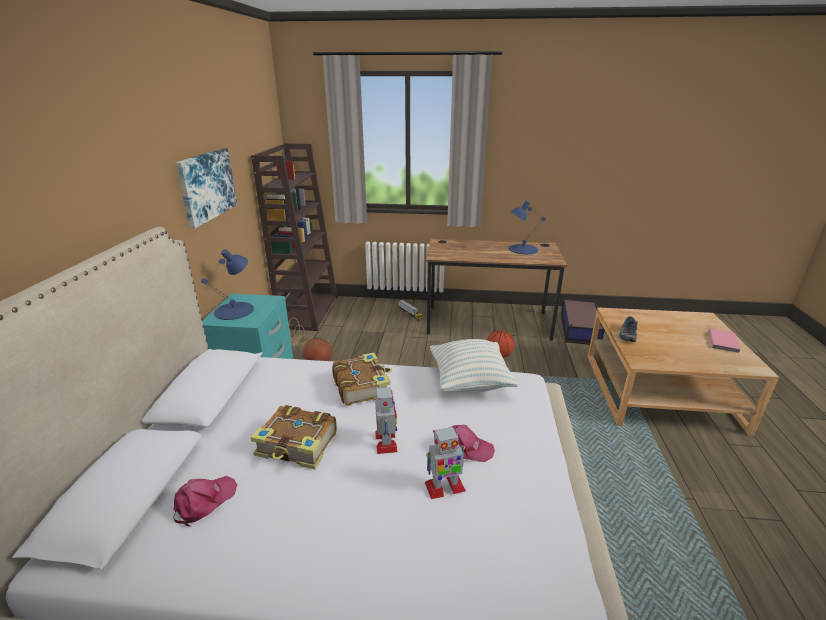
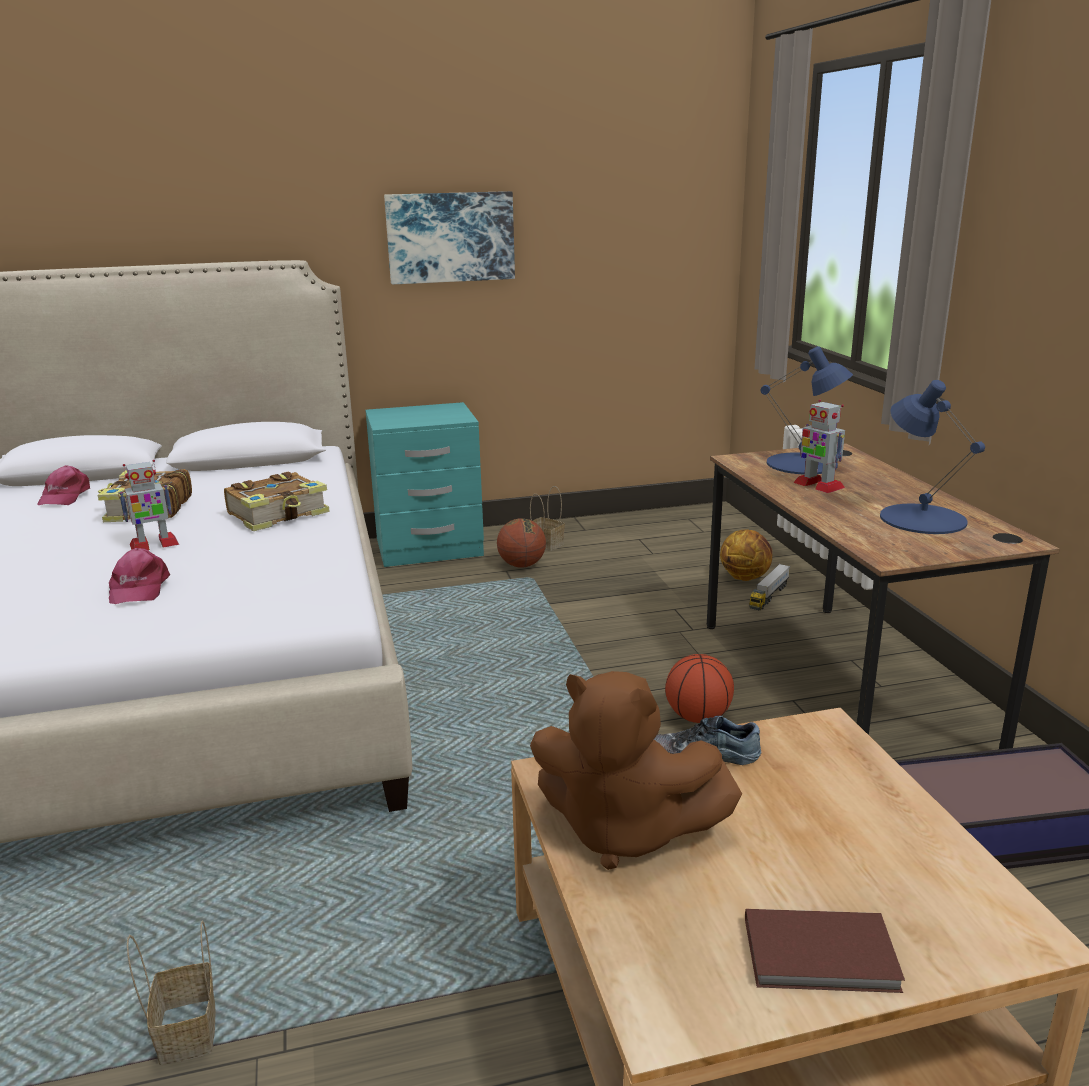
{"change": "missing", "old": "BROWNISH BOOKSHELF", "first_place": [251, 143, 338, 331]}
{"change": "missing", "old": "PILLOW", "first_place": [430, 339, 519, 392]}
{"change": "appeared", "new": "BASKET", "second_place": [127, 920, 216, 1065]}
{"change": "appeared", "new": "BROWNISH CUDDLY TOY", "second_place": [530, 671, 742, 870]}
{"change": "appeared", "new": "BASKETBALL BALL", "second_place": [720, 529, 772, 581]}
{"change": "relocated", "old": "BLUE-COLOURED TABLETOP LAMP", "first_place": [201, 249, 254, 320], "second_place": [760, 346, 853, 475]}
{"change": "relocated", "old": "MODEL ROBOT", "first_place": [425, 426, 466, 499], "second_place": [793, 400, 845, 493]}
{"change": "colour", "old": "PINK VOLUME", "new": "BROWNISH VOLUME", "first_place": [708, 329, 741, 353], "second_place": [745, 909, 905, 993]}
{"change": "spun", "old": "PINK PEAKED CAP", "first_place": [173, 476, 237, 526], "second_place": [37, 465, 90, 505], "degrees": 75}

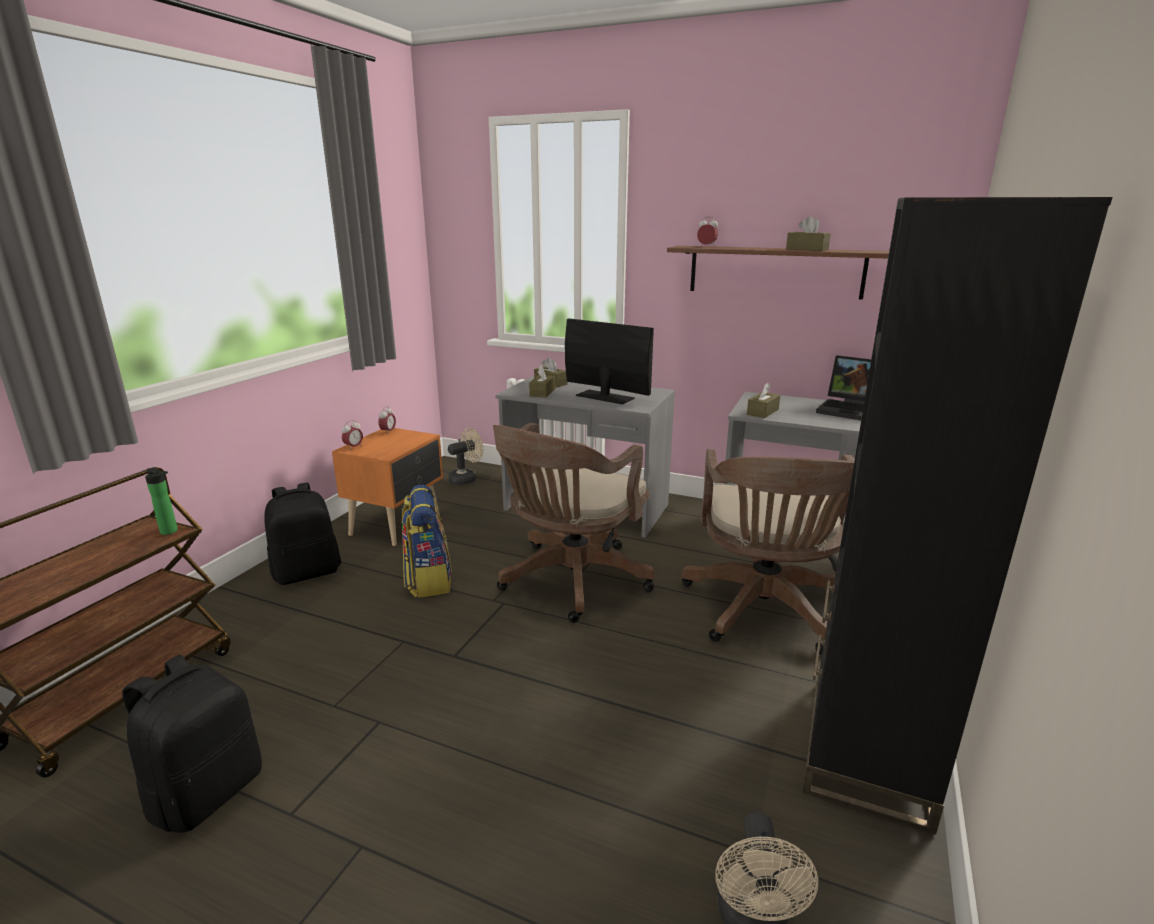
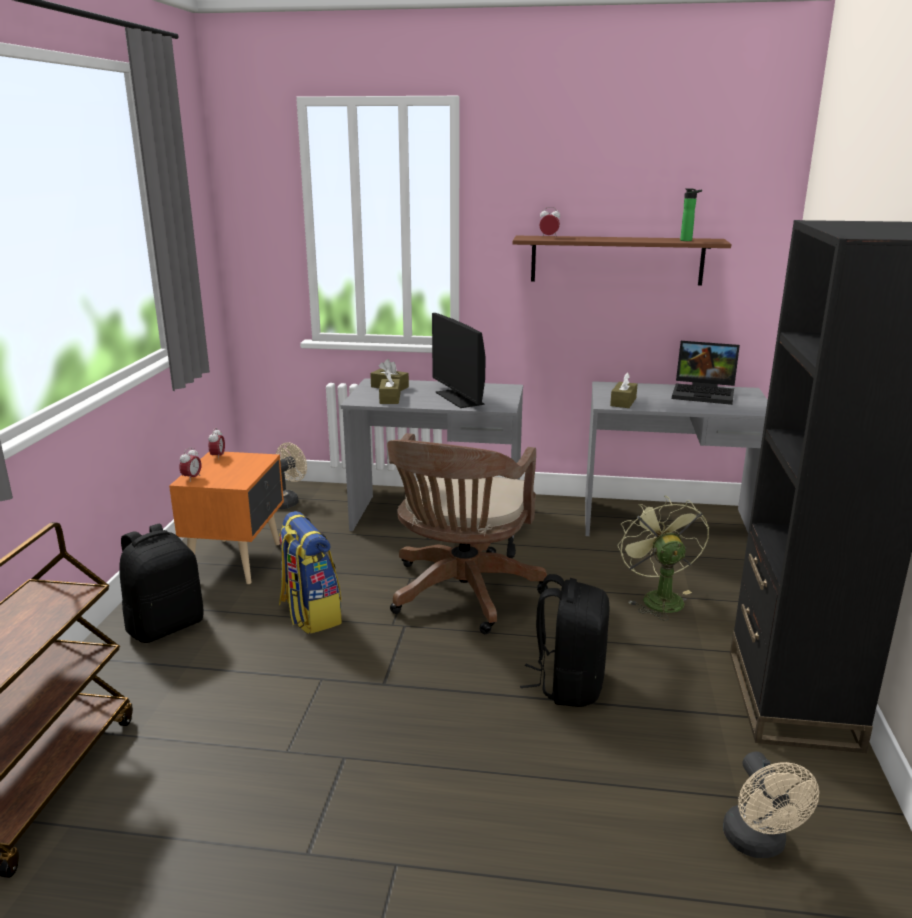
{"change": "missing", "old": "BROWNISH TISSUE BOX", "first_place": [786, 216, 831, 251]}
{"change": "relocated", "old": "BLACK-COLOURED RUCKSACK", "first_place": [122, 655, 262, 833], "second_place": [520, 574, 609, 707]}
{"change": "relocated", "old": "BEVERAGE BOTTLE", "first_place": [145, 468, 178, 535], "second_place": [680, 188, 702, 241]}
{"change": "exchanged", "old": "BROWNISH COMPUTER CHAIR", "new": "GREEN-COLOURED ELECTRIC FAN", "first_place": [681, 449, 855, 654], "second_place": [617, 496, 709, 620]}
{"change": "spun", "old": "COMPUTER DISPLAY", "first_place": [565, 318, 654, 404], "second_place": [432, 313, 486, 408], "degrees": -135}

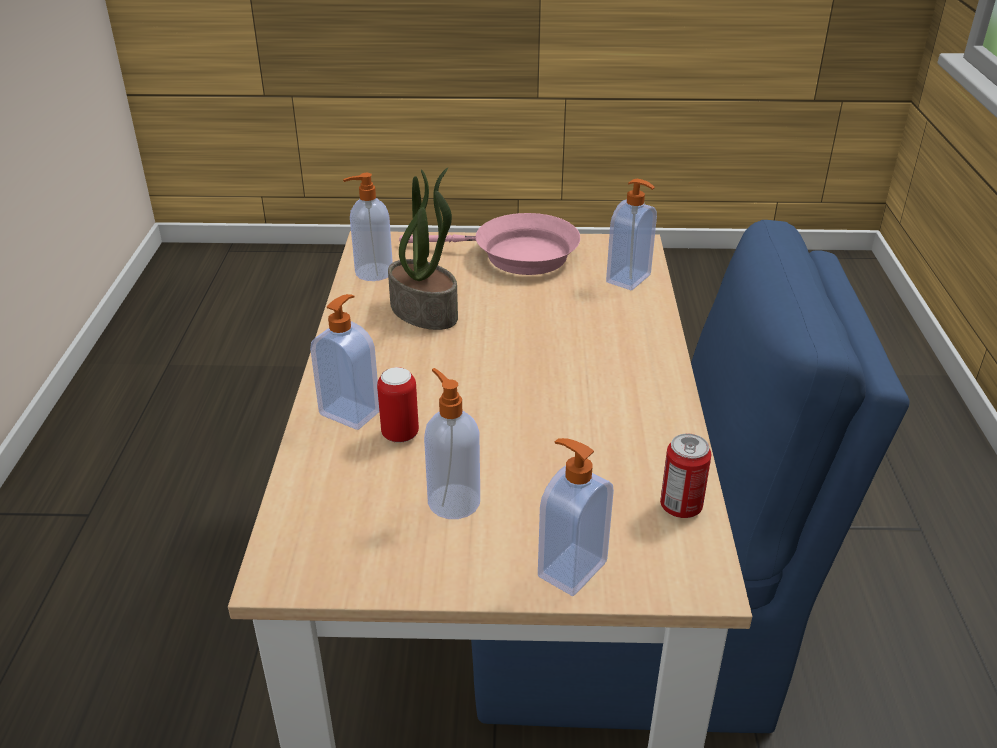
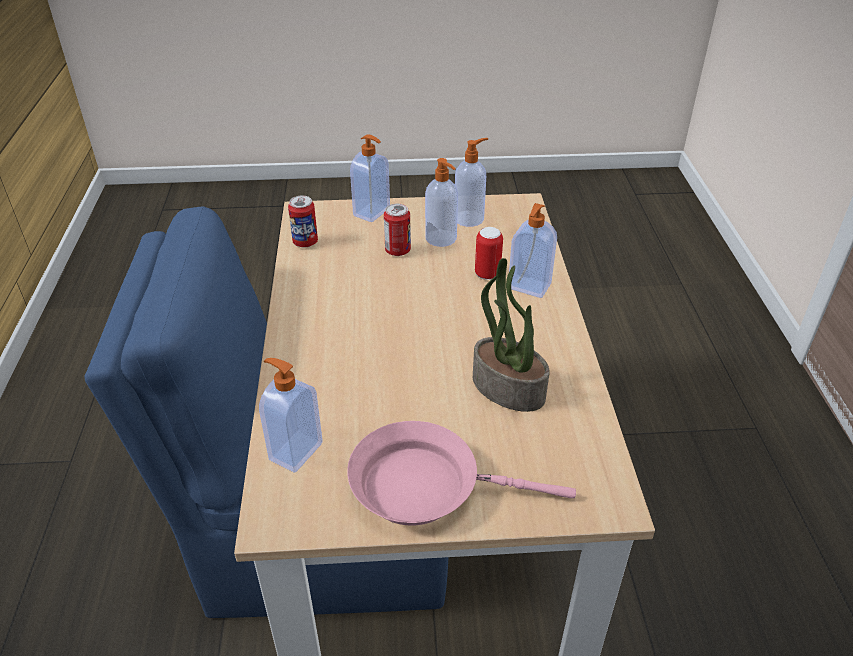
{"change": "appeared", "new": "CAN", "second_place": [384, 204, 411, 256]}
{"change": "relocated", "old": "LIQUID SOAP BOTTLE", "first_place": [343, 173, 393, 281], "second_place": [455, 138, 488, 227]}

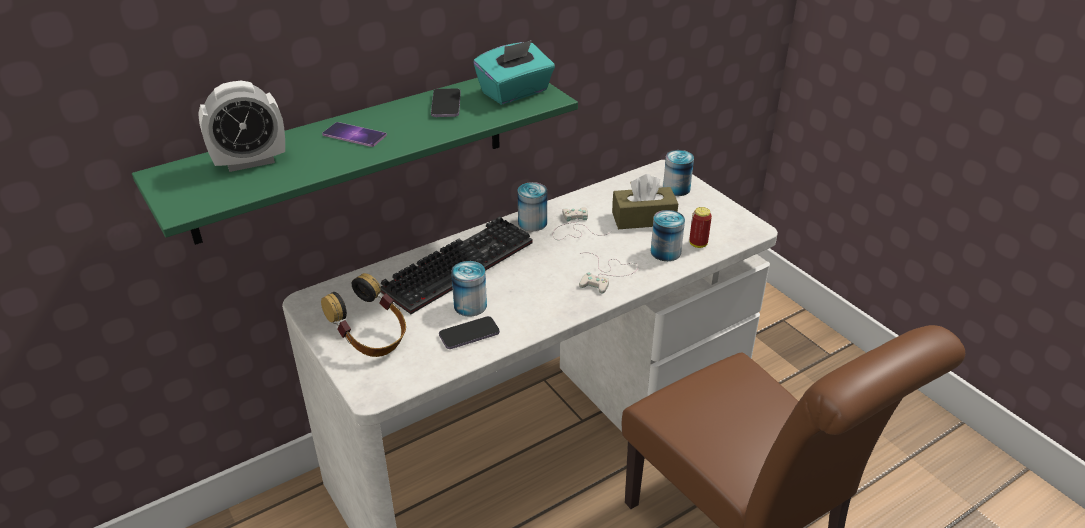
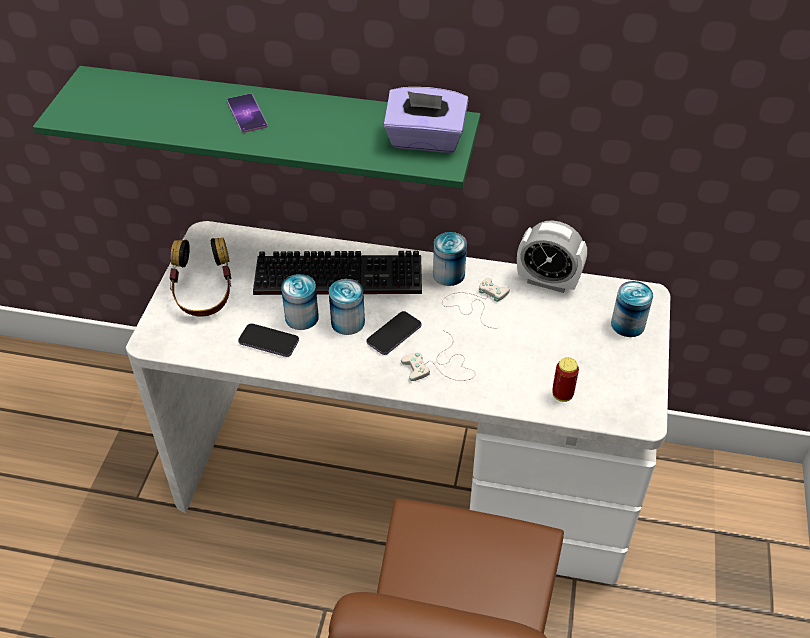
{"change": "missing", "old": "BROWNISH TISSUE BOX", "first_place": [612, 174, 678, 229]}
{"change": "relocated", "old": "TABLE CLOCK", "first_place": [198, 81, 285, 172], "second_place": [517, 220, 587, 293]}
{"change": "relocated", "old": "TELEPHONE", "first_place": [431, 88, 461, 117], "second_place": [367, 311, 422, 355]}
{"change": "relocated", "old": "CAN", "first_place": [651, 210, 685, 261], "second_place": [329, 279, 365, 335]}
{"change": "colour", "old": "TURQUOISE-COLOURED TISSUE BOX", "new": "PURPLISH TISSUE BOX", "first_place": [473, 40, 555, 105], "second_place": [384, 87, 468, 153]}

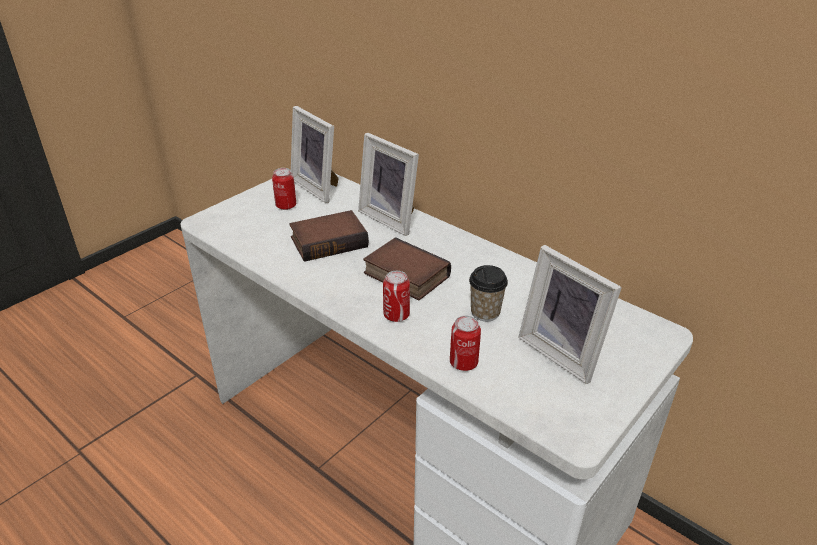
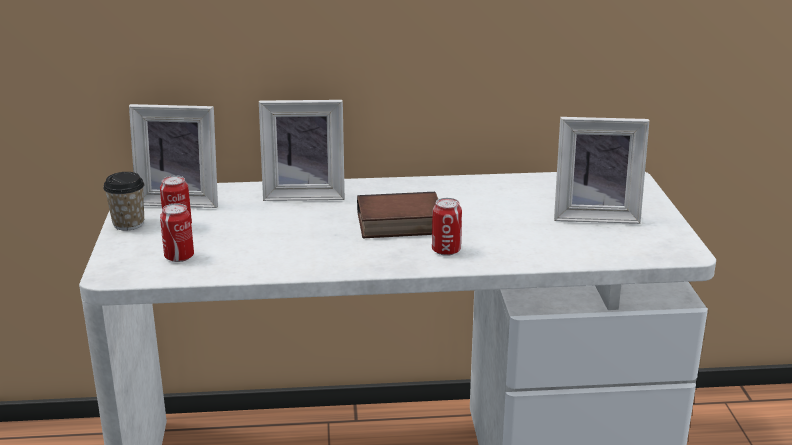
{"change": "missing", "old": "VOLUME", "first_place": [289, 210, 369, 262]}
{"change": "relocated", "old": "CAN", "first_place": [450, 316, 481, 371], "second_place": [160, 203, 194, 262]}
{"change": "relocated", "old": "SMALL CUP", "first_place": [469, 265, 508, 321], "second_place": [103, 172, 144, 231]}

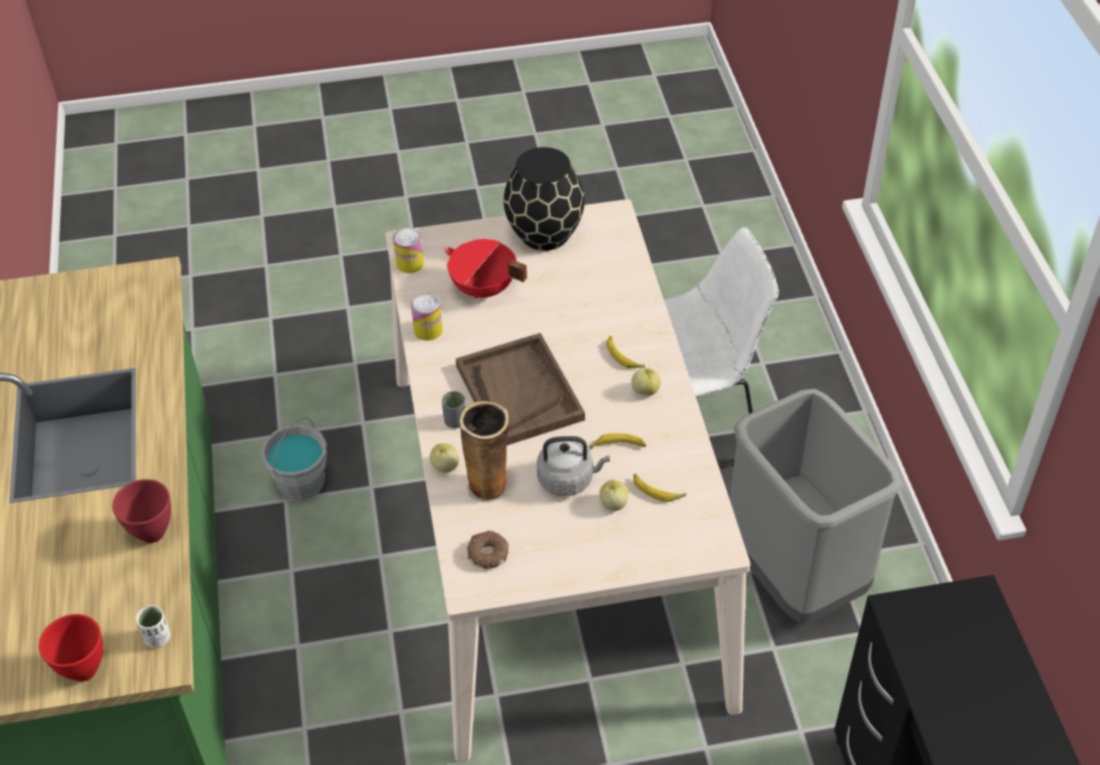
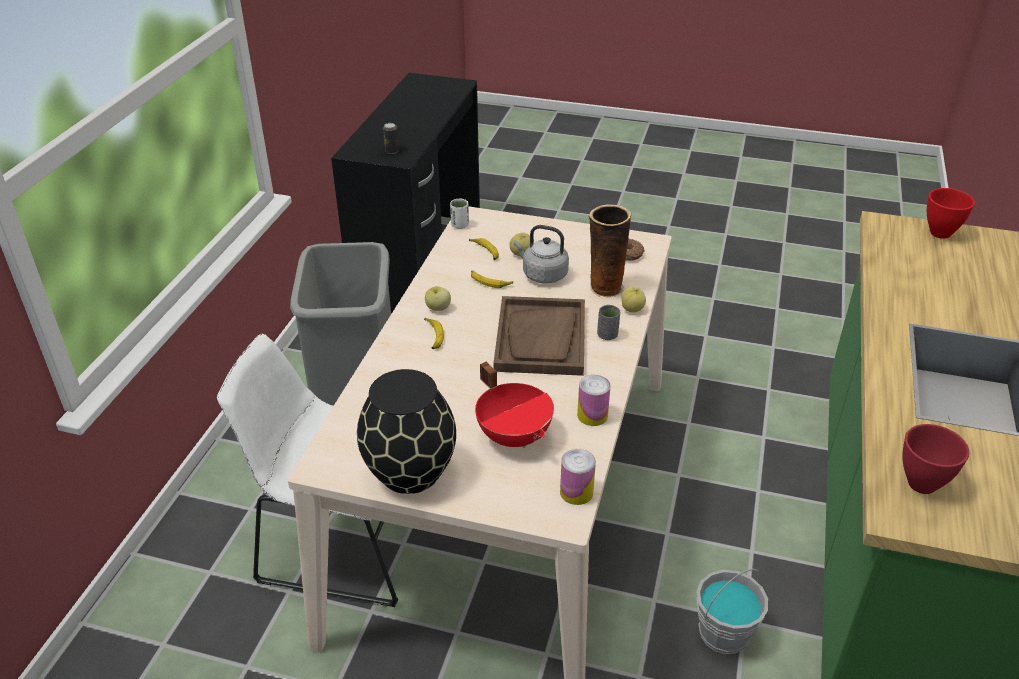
{"change": "appeared", "new": "CAN", "second_place": [383, 123, 399, 154]}
{"change": "relocated", "old": "REDDISH DEEP DISH", "first_place": [112, 479, 171, 543], "second_place": [903, 424, 969, 494]}
{"change": "relocated", "old": "WHITE SMALL CUP", "first_place": [136, 605, 171, 648], "second_place": [450, 198, 469, 229]}

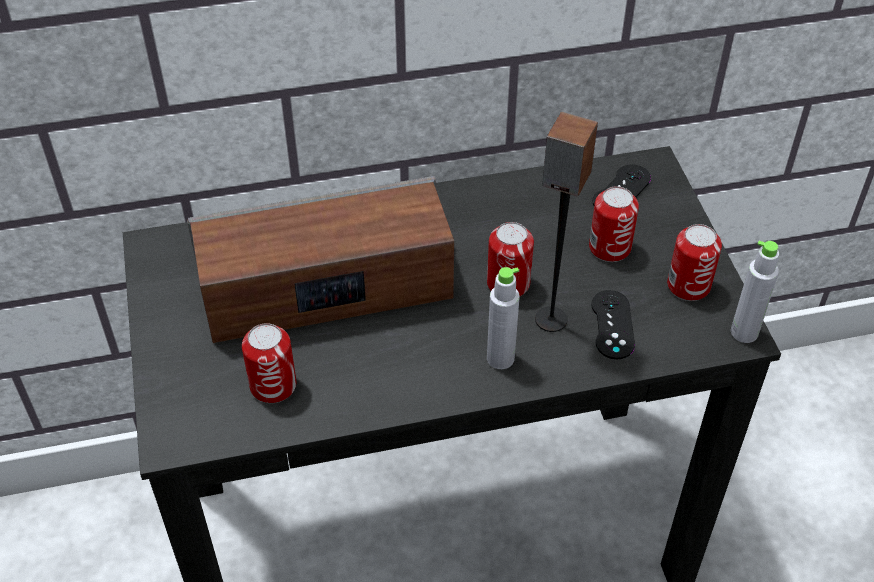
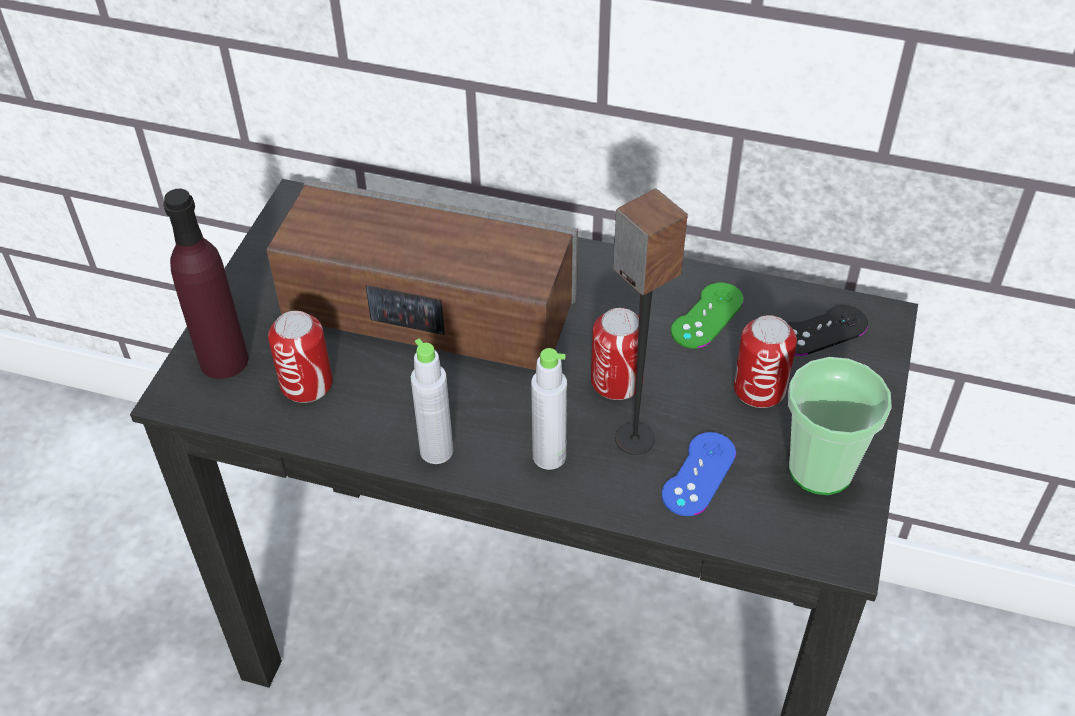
{"change": "appeared", "new": "PURPLISH BEVERAGE BOTTLE", "second_place": [163, 189, 249, 379]}
{"change": "appeared", "new": "GREEN-COLOURED GAME CONTROLLER", "second_place": [671, 283, 744, 348]}
{"change": "relocated", "old": "GREYISH BEVERAGE BOTTLE", "first_place": [731, 241, 779, 343], "second_place": [411, 339, 453, 464]}
{"change": "exchanged", "old": "CAN", "new": "SMALL CUP", "first_place": [667, 224, 722, 301], "second_place": [788, 357, 892, 495]}
{"change": "colour", "old": "BLACK-COLOURED GAME CONTROLLER", "new": "BLUE-COLOURED GAME CONTROLLER", "first_place": [591, 290, 635, 359], "second_place": [662, 432, 736, 516]}

